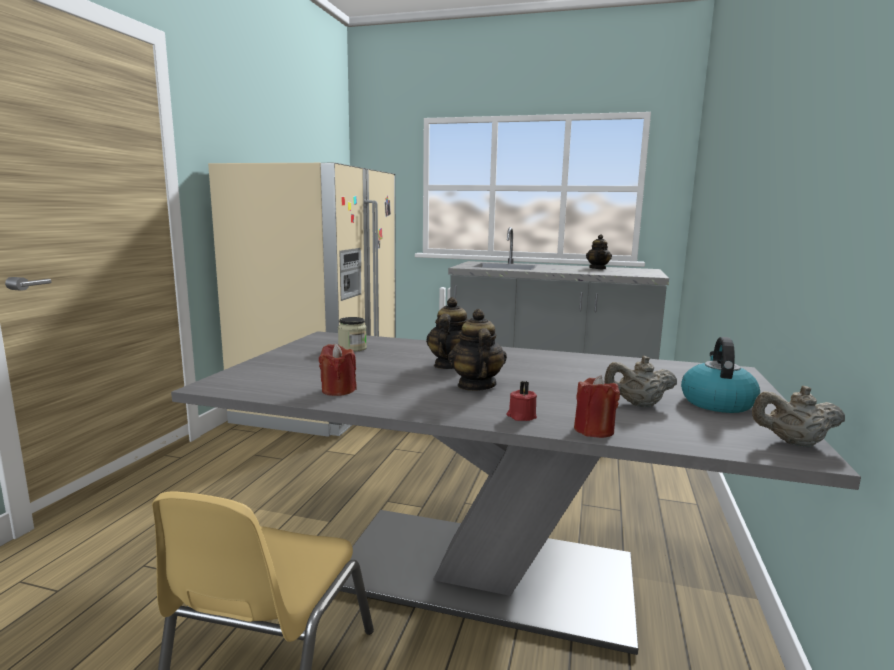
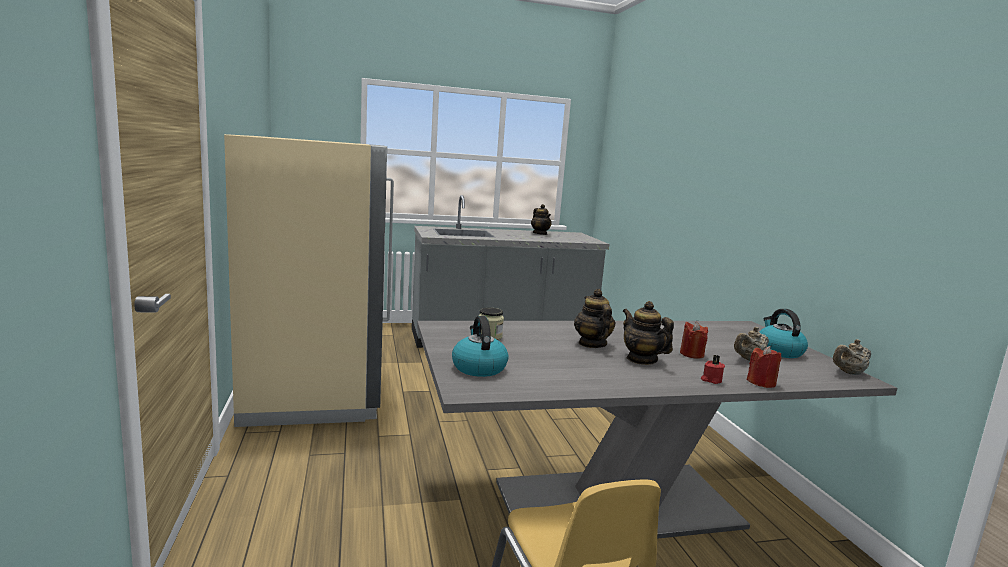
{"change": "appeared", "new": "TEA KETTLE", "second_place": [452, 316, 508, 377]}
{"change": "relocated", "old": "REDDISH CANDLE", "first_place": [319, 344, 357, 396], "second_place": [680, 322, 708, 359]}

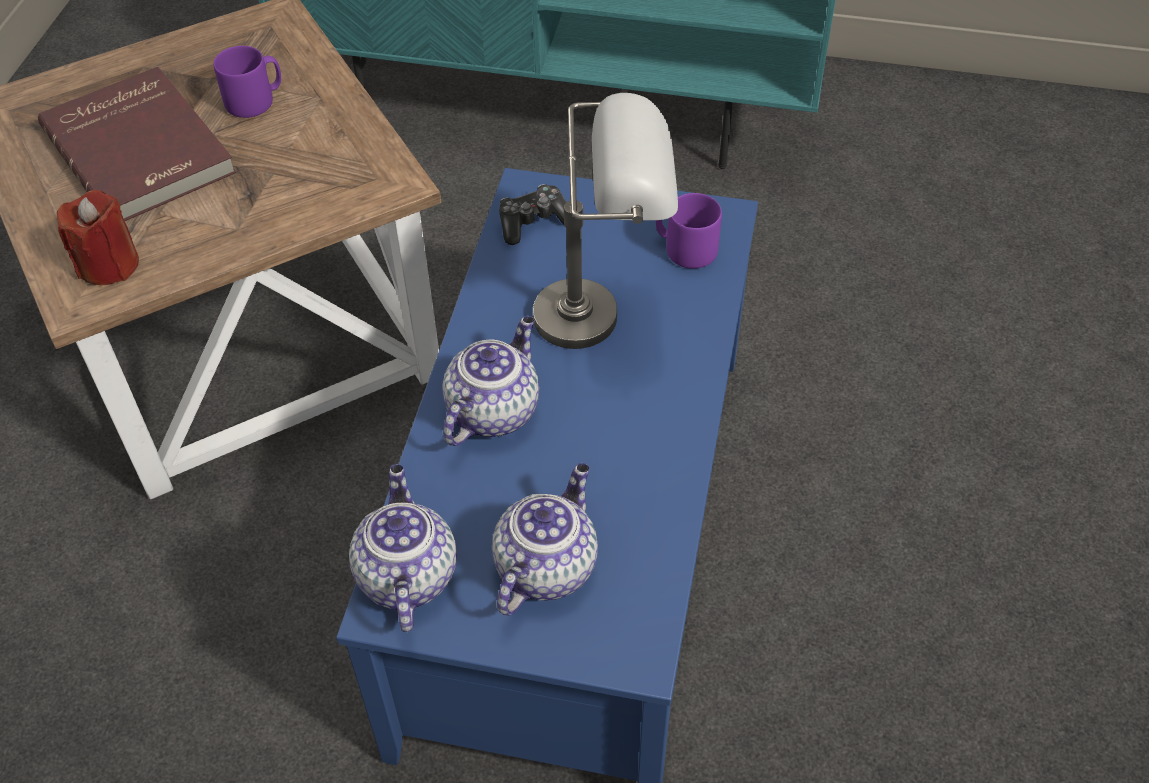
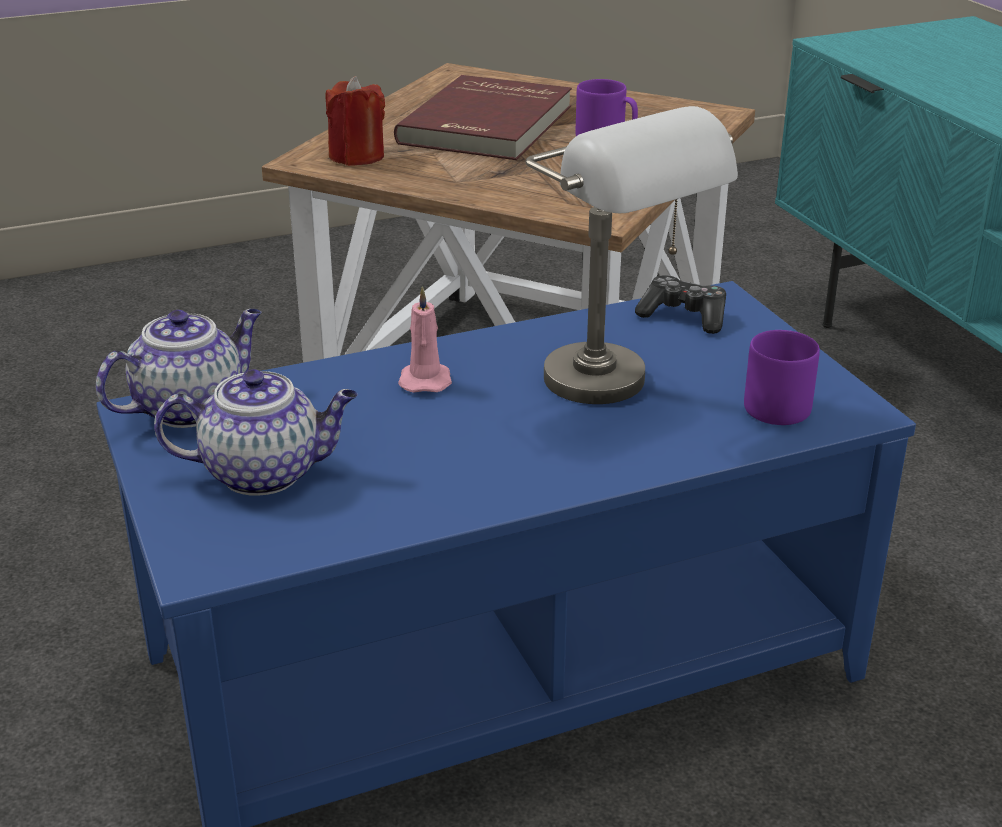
{"change": "exchanged", "old": "TEAPOT", "new": "PINK CANDLE", "first_place": [442, 316, 539, 446], "second_place": [398, 286, 452, 393]}

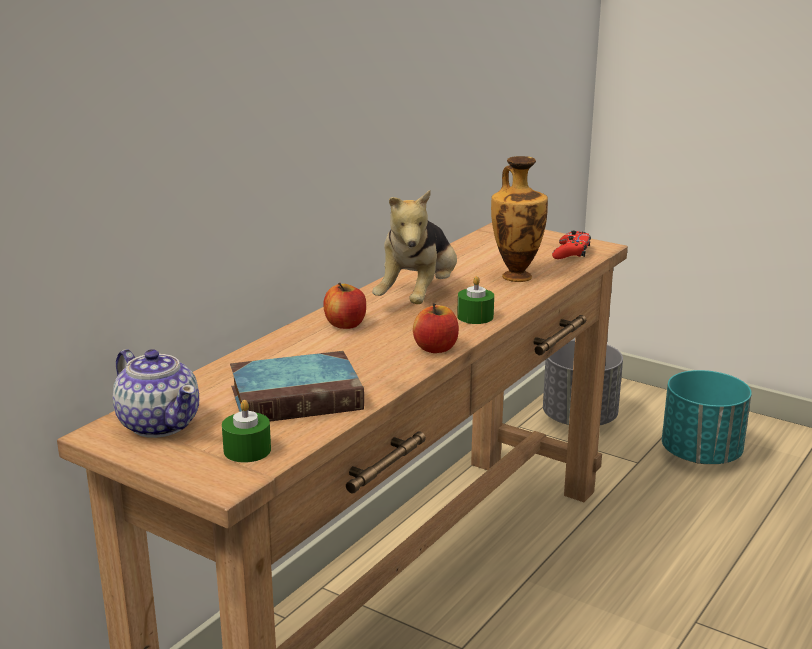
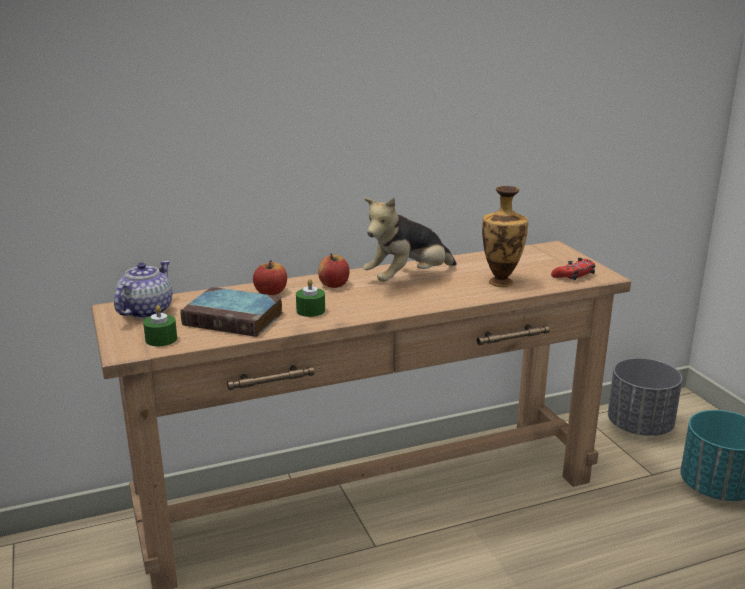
{"change": "relocated", "old": "WHOLE APPLE", "first_place": [413, 303, 459, 353], "second_place": [253, 260, 287, 295]}
{"change": "relocated", "old": "GREEN-COLOURED CANDLE", "first_place": [457, 276, 494, 324], "second_place": [296, 279, 325, 317]}
{"change": "spun", "old": "TEAPOT", "first_place": [113, 349, 199, 438], "second_place": [114, 260, 172, 319], "degrees": -150}

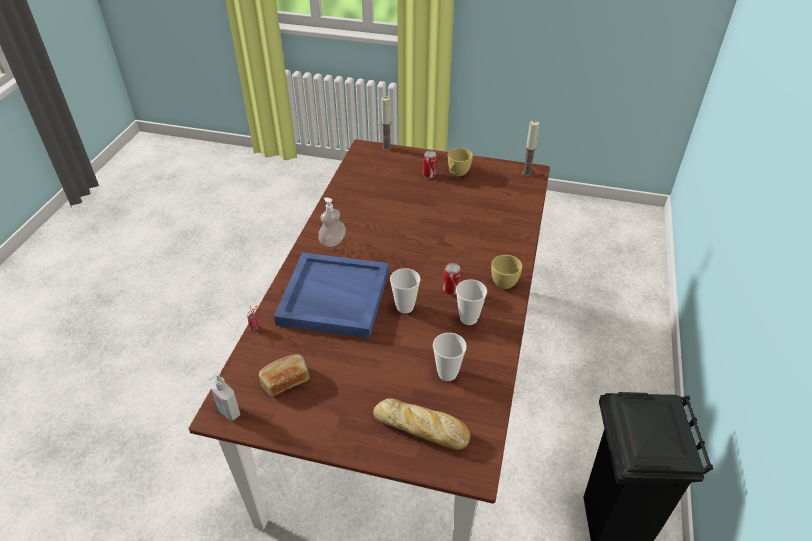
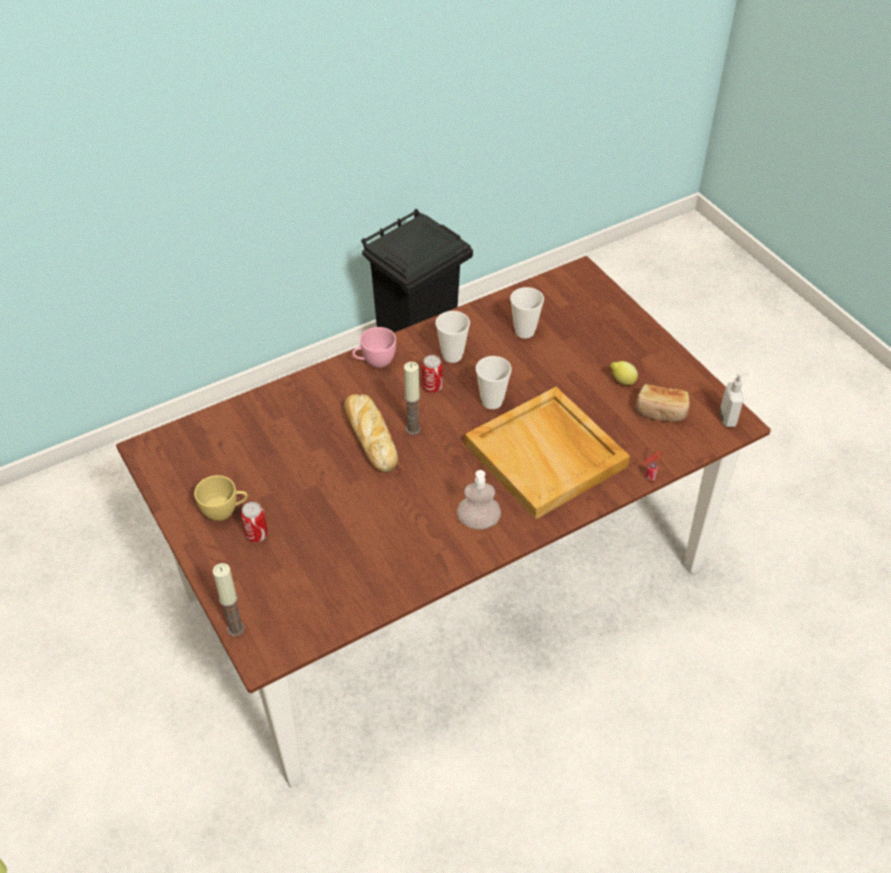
{"change": "appeared", "new": "CITRUS FRUIT", "second_place": [610, 361, 638, 385]}
{"change": "relocated", "old": "BAKERY BREAD", "first_place": [373, 398, 471, 450], "second_place": [344, 394, 398, 472]}
{"change": "relocated", "old": "CANDLE", "first_place": [522, 121, 540, 176], "second_place": [404, 362, 421, 435]}
{"change": "colour", "old": "BLUE-COLOURED CARRYING TRAY", "new": "SAND-COLOURED CARRYING TRAY", "first_place": [274, 253, 389, 339], "second_place": [465, 387, 630, 520]}
{"change": "colour", "old": "YELLOWISH SMALL CUP", "new": "PINK SMALL CUP", "first_place": [491, 255, 522, 289], "second_place": [352, 327, 396, 368]}

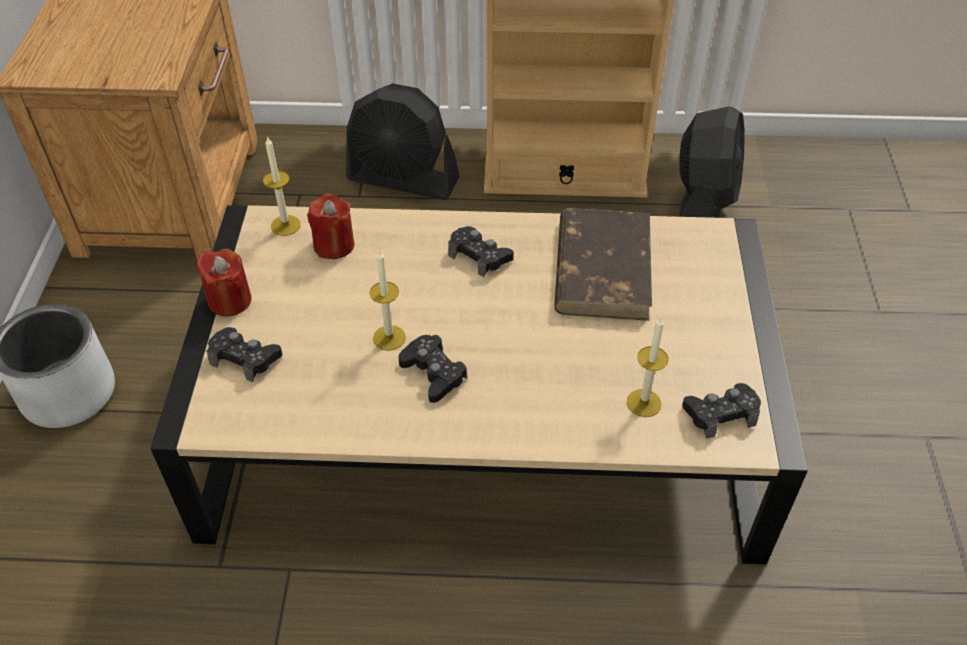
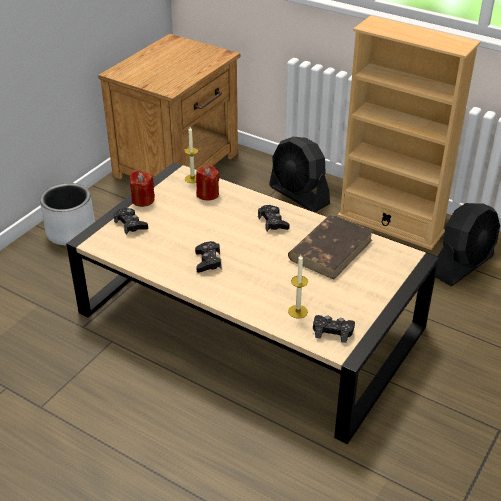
{"change": "missing", "old": "CANDLE", "first_place": [369, 249, 406, 351]}

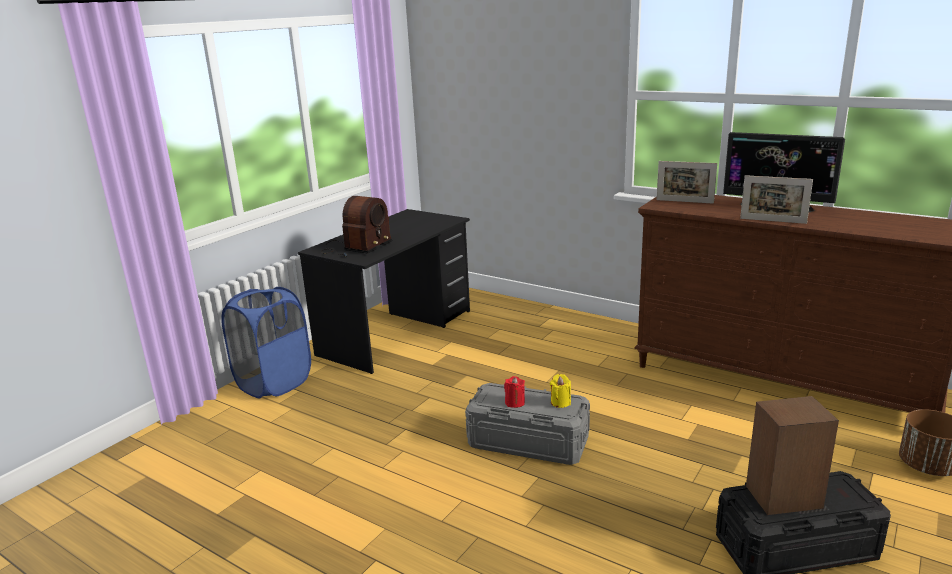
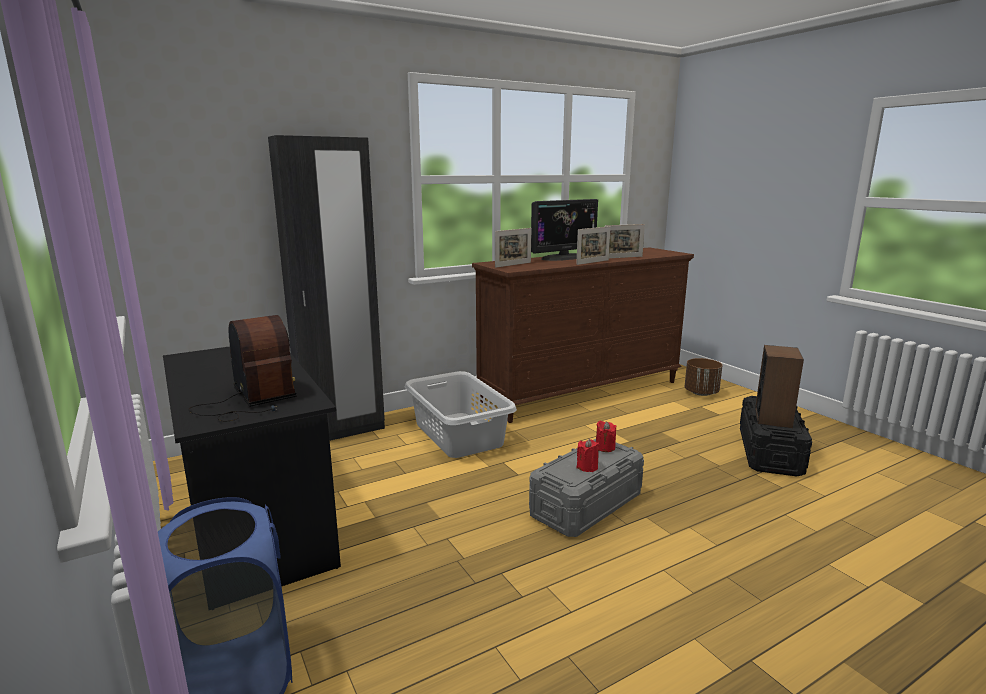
{"change": "appeared", "new": "BLACK-COLOURED WARDROBE", "second_place": [268, 135, 385, 441]}
{"change": "appeared", "new": "GREYISH LAUNDRY BASKET", "second_place": [405, 371, 517, 458]}
{"change": "appeared", "new": "PHOTO FRAME", "second_place": [605, 224, 645, 258]}
{"change": "colour", "old": "YELLOWISH CANDLE", "new": "REDDISH CANDLE", "first_place": [550, 374, 571, 408], "second_place": [596, 421, 616, 452]}

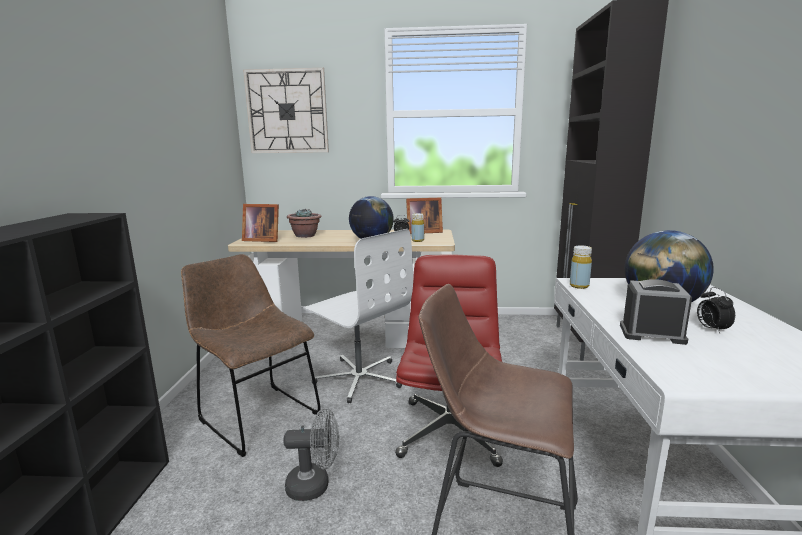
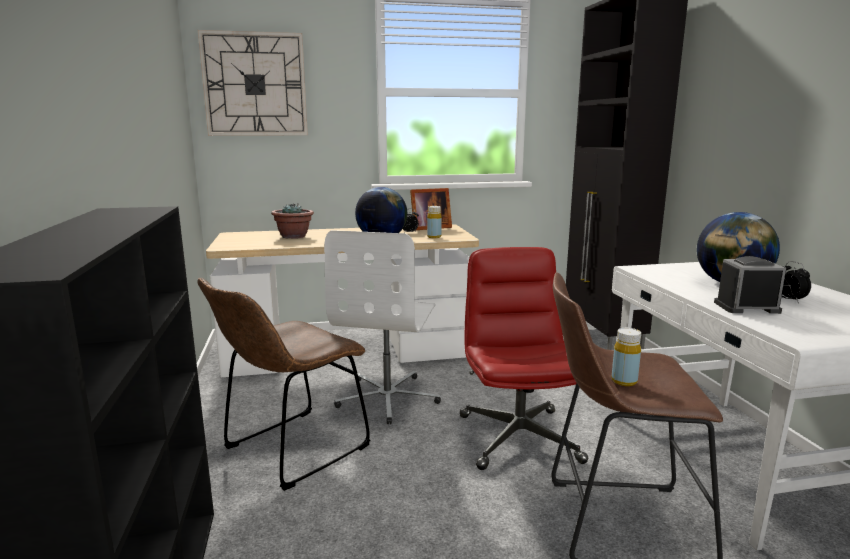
{"change": "missing", "old": "PHOTO FRAME", "first_place": [242, 204, 279, 242]}
{"change": "missing", "old": "GREYISH ELECTRIC FAN", "first_place": [284, 408, 339, 501]}
{"change": "relocated", "old": "YELLOWISH BEVERAGE BOTTLE", "first_place": [570, 246, 592, 289], "second_place": [612, 328, 641, 386]}
{"change": "spun", "old": "BROWNISH UPRIGHT CHAIR", "first_place": [181, 254, 321, 457], "second_place": [197, 278, 370, 491], "degrees": -75}
{"change": "spun", "old": "WHITE COMPUTER CHAIR", "first_place": [303, 229, 413, 403], "second_place": [324, 230, 441, 424], "degrees": 75}

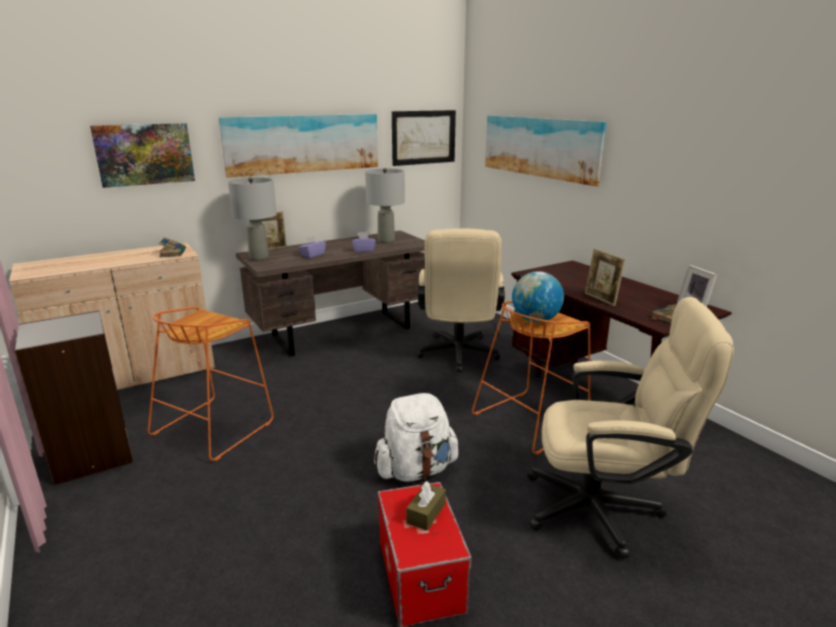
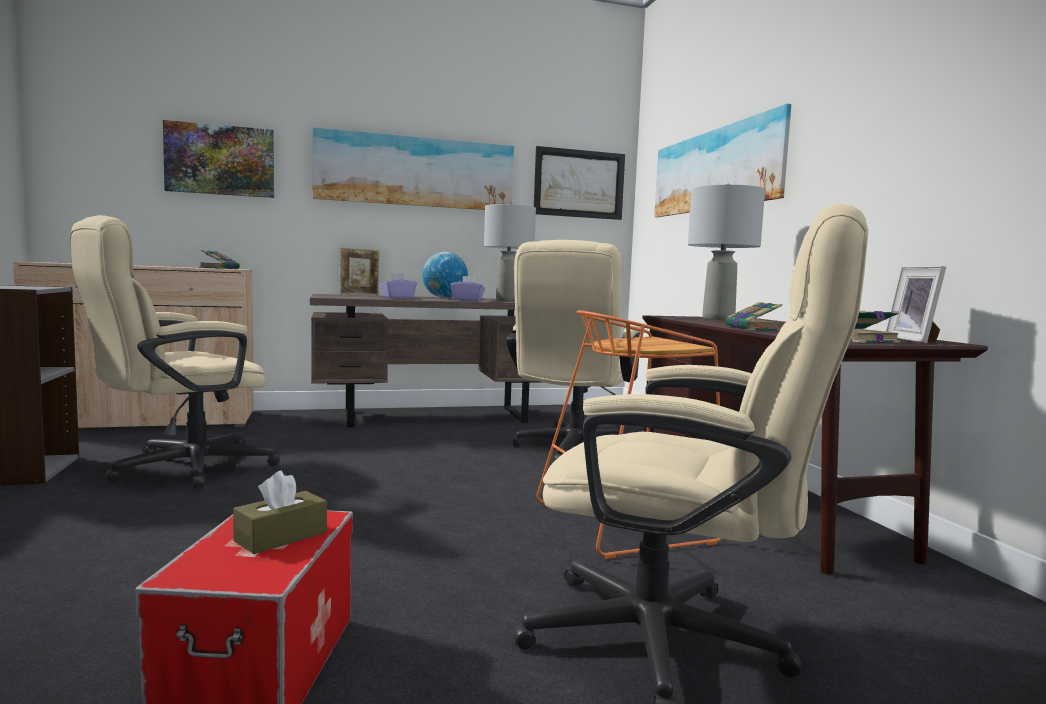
{"change": "missing", "old": "WHITE RUCKSACK", "first_place": [374, 393, 459, 482]}
{"change": "relocated", "old": "GREYISH TABLETOP LAMP", "first_place": [228, 177, 277, 261], "second_place": [688, 184, 765, 320]}
{"change": "relocated", "old": "DESK GLOBE", "first_place": [512, 271, 564, 323], "second_place": [422, 252, 468, 298]}
{"change": "exchanged", "old": "ORANGE-COLOURED STOOL", "new": "SAND-COLOURED COMPUTER CHAIR", "first_place": [148, 307, 273, 461], "second_place": [70, 215, 280, 488]}
{"change": "exchanged", "old": "PHOTO FRAME", "new": "VOLUME", "first_place": [585, 248, 626, 306], "second_place": [726, 302, 783, 331]}

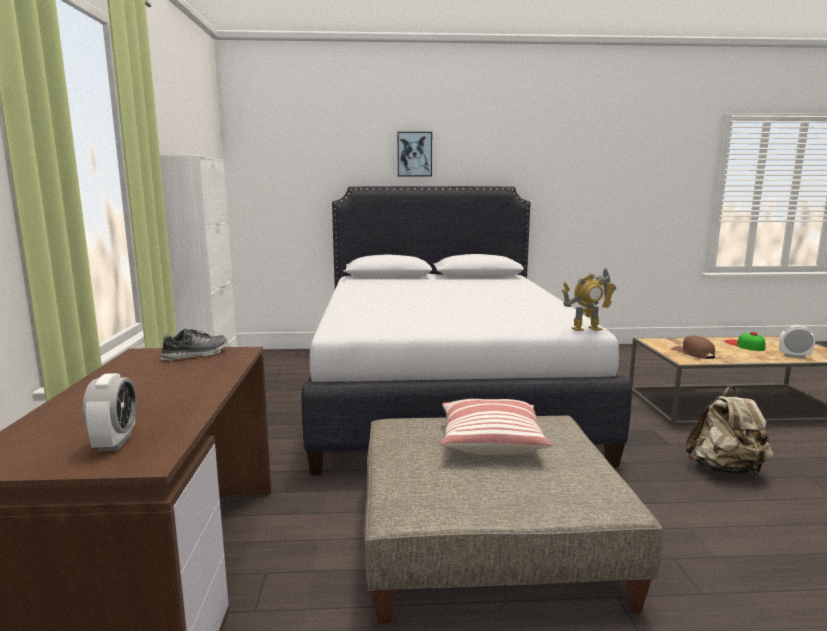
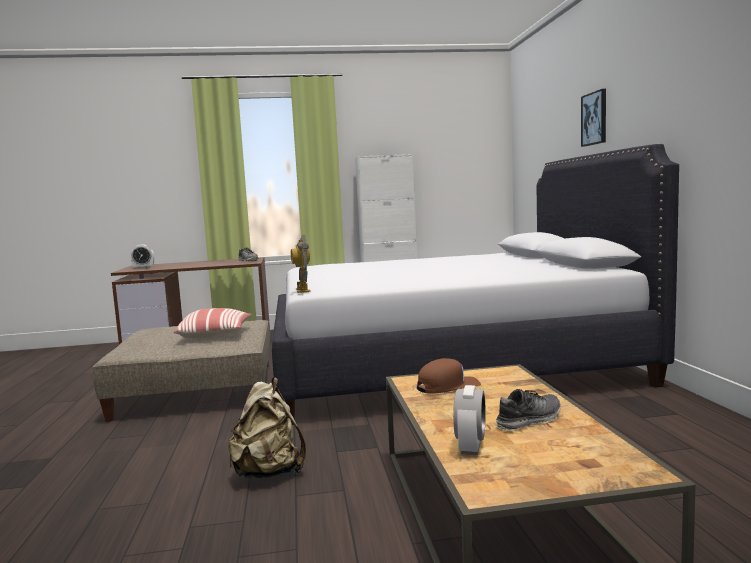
{"change": "exchanged", "old": "PEAKED CAP", "new": "LOW SHOE", "first_place": [724, 332, 766, 351], "second_place": [496, 389, 561, 431]}

